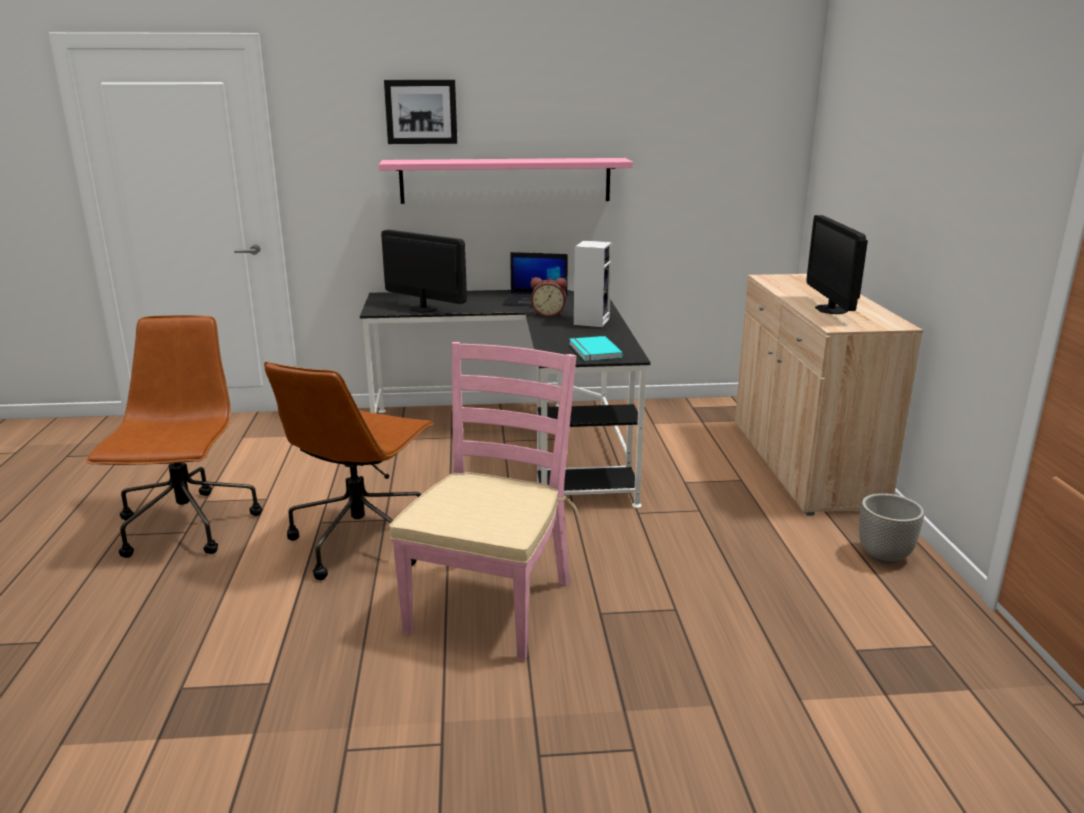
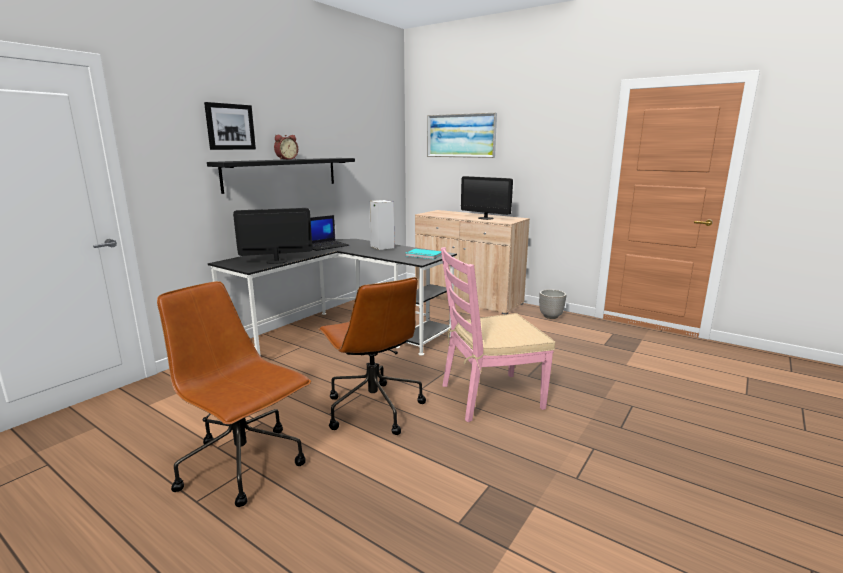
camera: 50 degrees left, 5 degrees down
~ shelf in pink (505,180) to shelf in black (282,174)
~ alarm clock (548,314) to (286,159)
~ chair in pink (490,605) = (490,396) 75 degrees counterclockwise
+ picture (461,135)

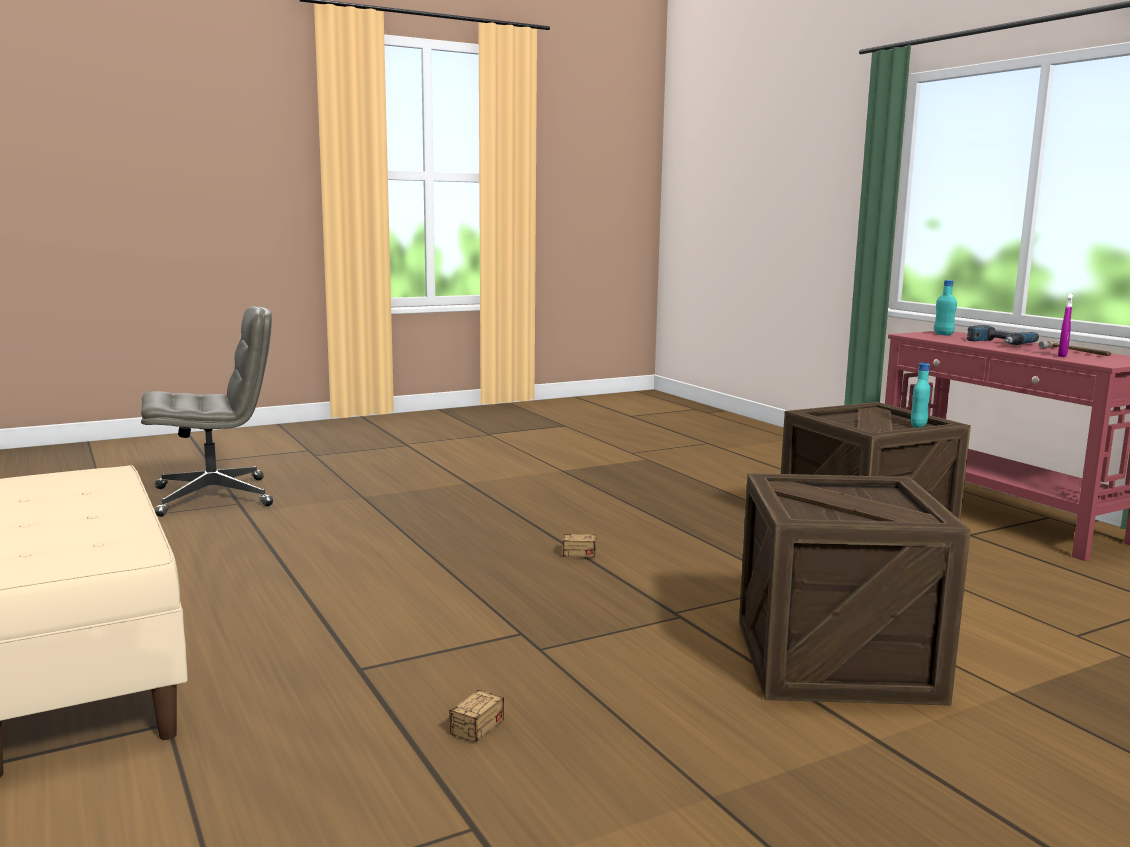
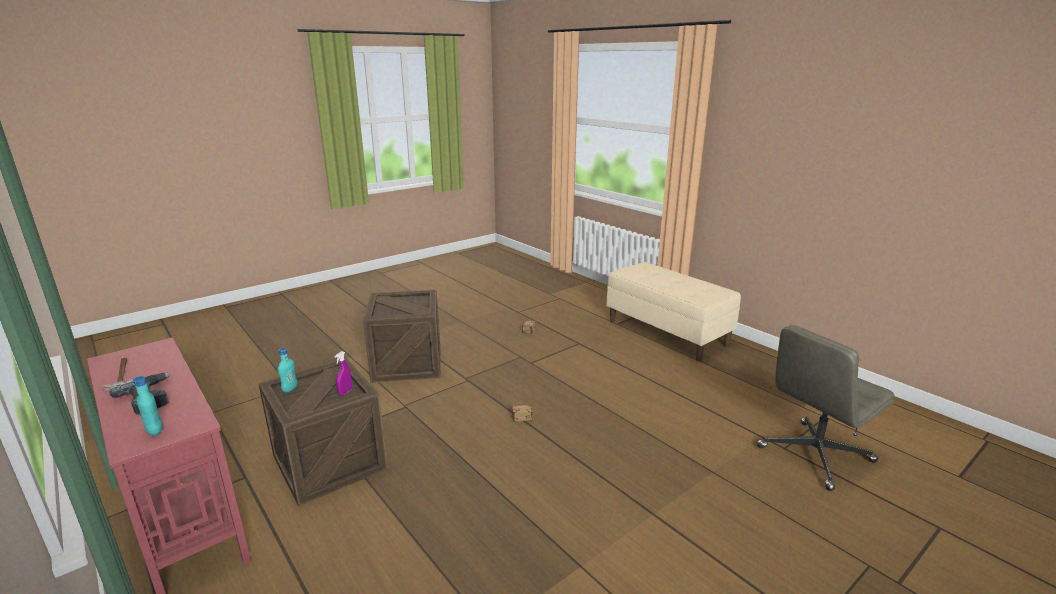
camera: 170 degrees right, 10 degrees up
~ spray bottle in purple (1062,355) to (345,392)

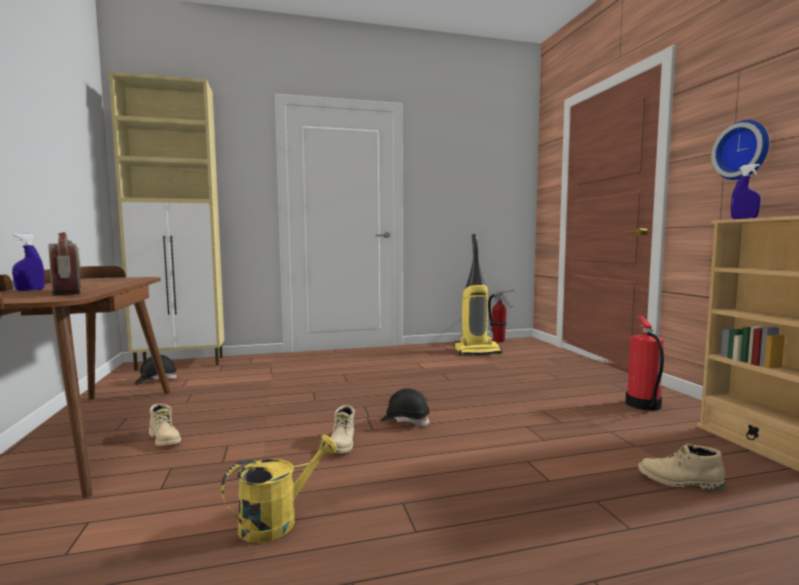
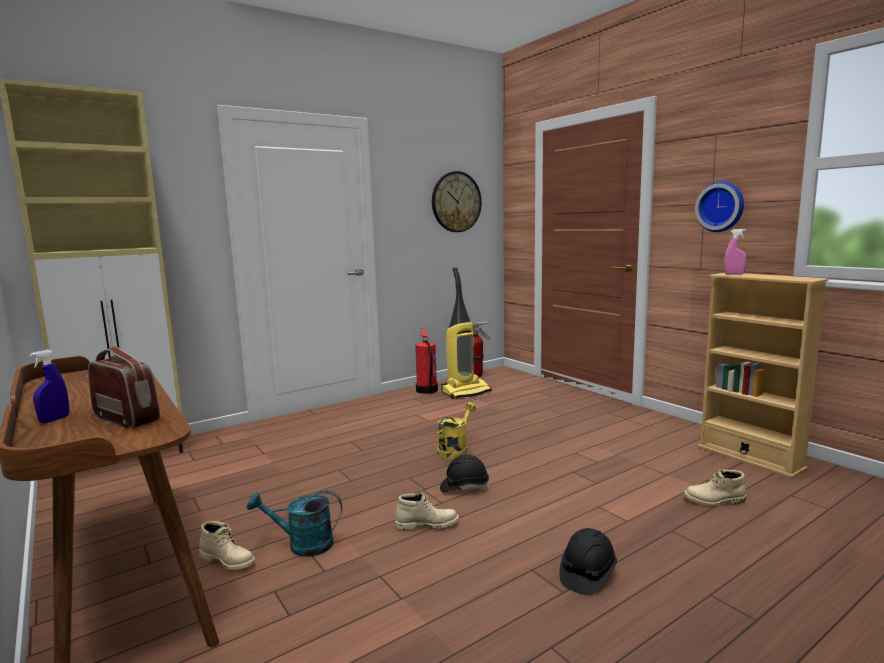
camera: 20 degrees left, 5 degrees up
~ spray bottle in blue (744,218) to spray bottle in pink (734,274)
~ fire extinguisher (643,405) to (426,390)
~ hard hat in black (156,380) to (587,574)
~ boot in beige (343,444) = (427,524) 75 degrees counterclockwise
~ watering can in yellow (278,520) to (455,449)
+ wall clock (456,202)
+ watering can in turquoise (302,545)

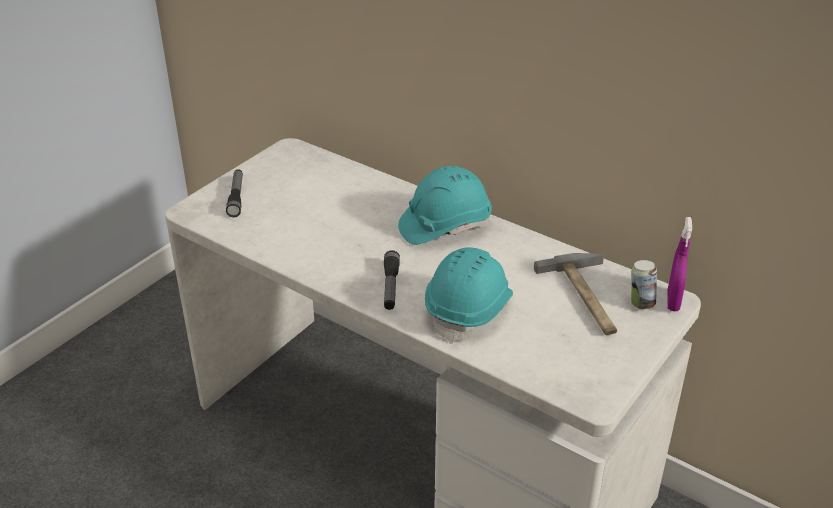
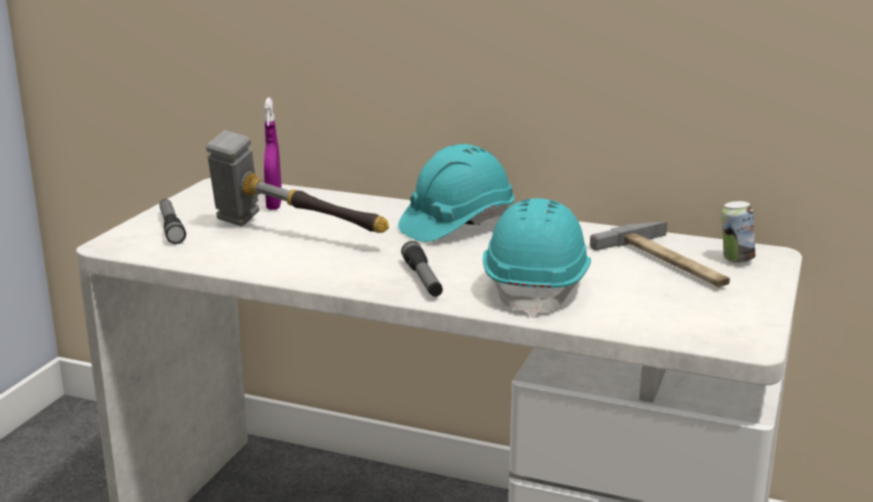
camera: 15 degrees left, 15 degrees down
~ spray bottle in purple (673,301) to (274,205)
+ hammer (293,235)

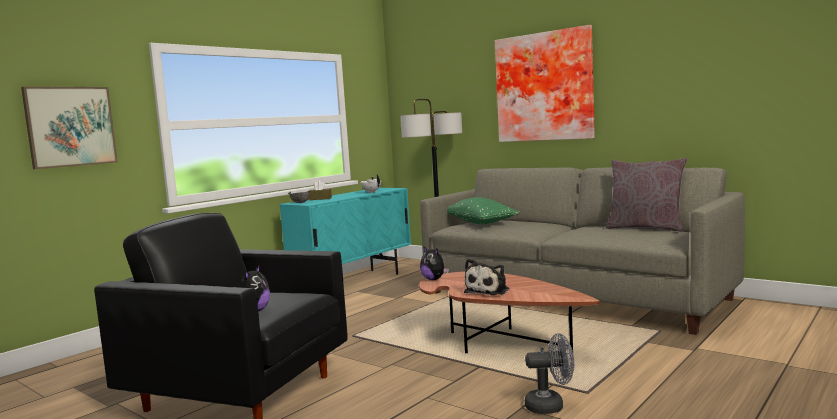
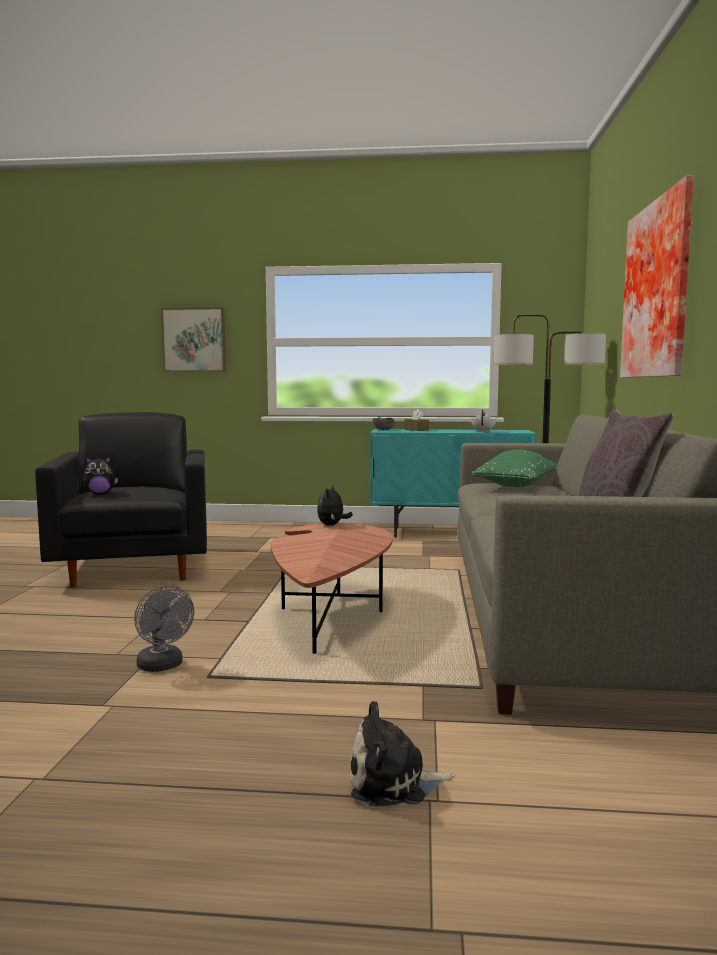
camera: 55 degrees right, 0 degrees up
~ plush toy (488,291) to (393,782)

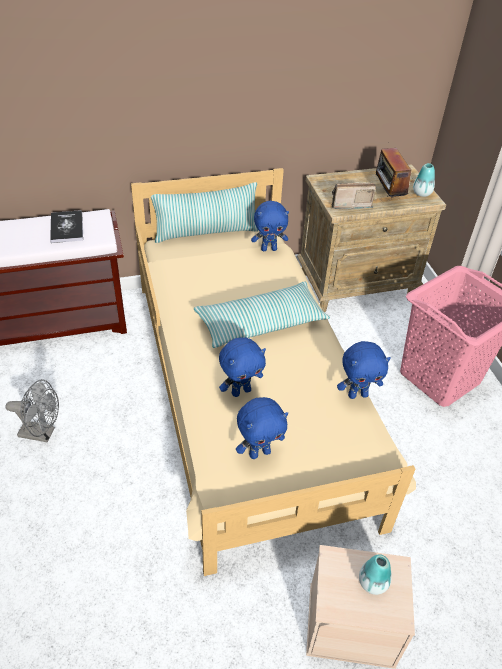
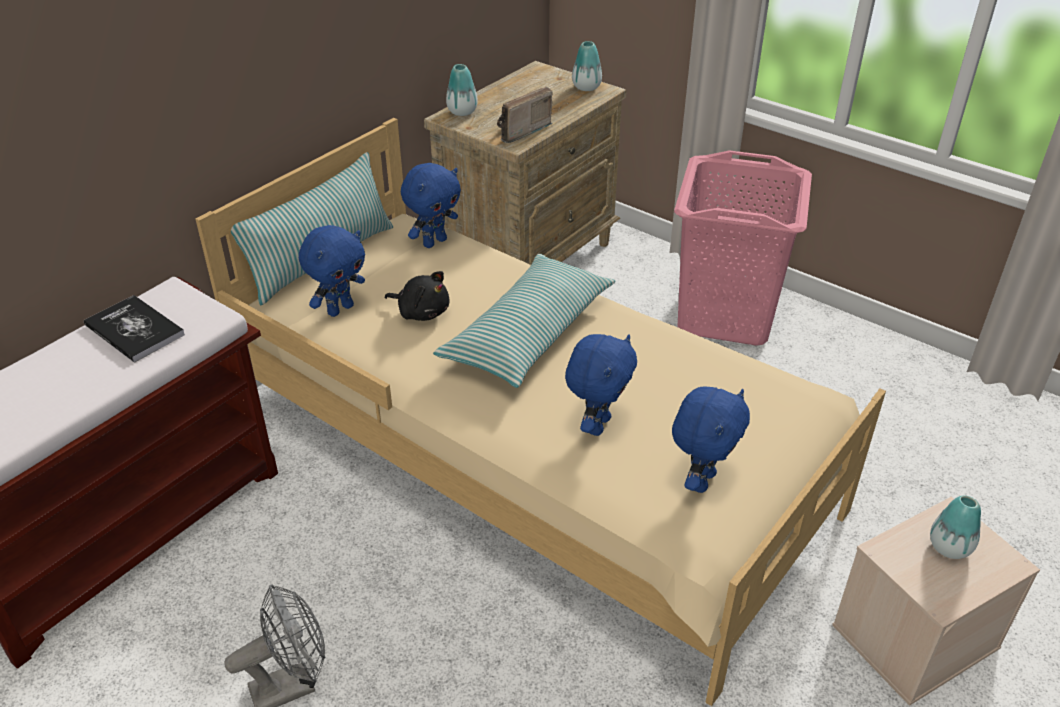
camera: 35 degrees left, 5 degrees down
- radio (387,196)
~ plush toy in blue (358,394) to (340,309)
+ vase (462,112)
+ plush toy in black (421,312)

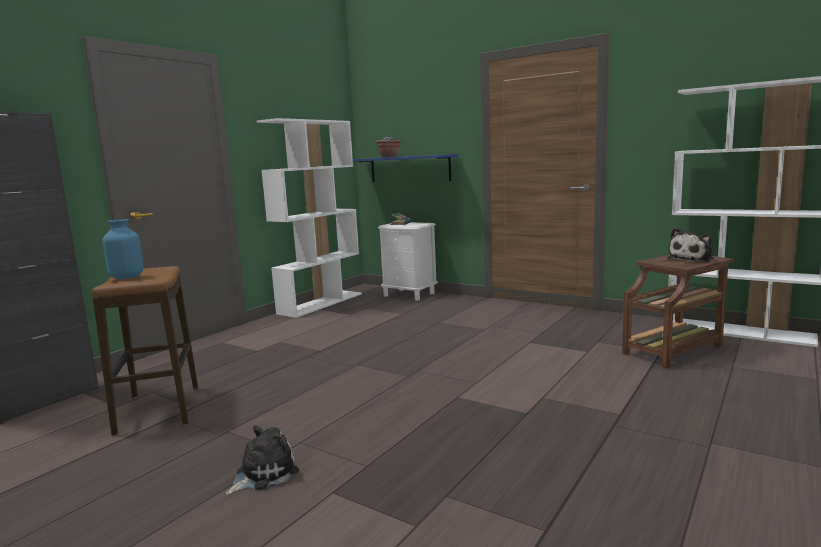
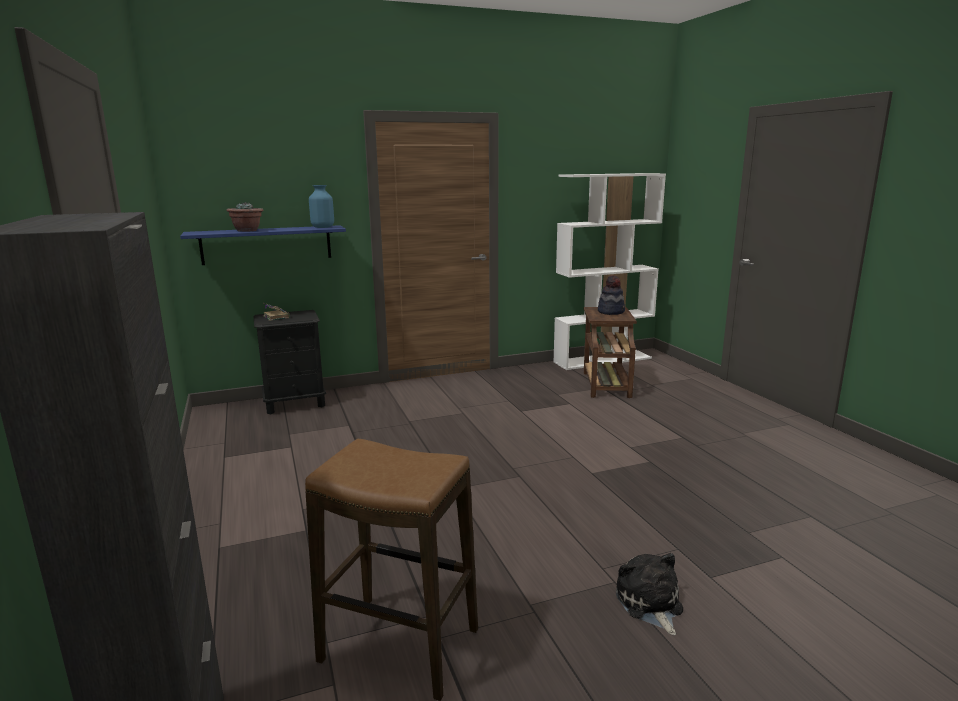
camera: 55 degrees left, 5 degrees up
- bookcase in white (321,303)
~ vase in blue (127,277) to (323,227)
~ nightstand in white (409,294) to nightstand in black (295,403)
~ plush toy (692,259) to hat (611,312)

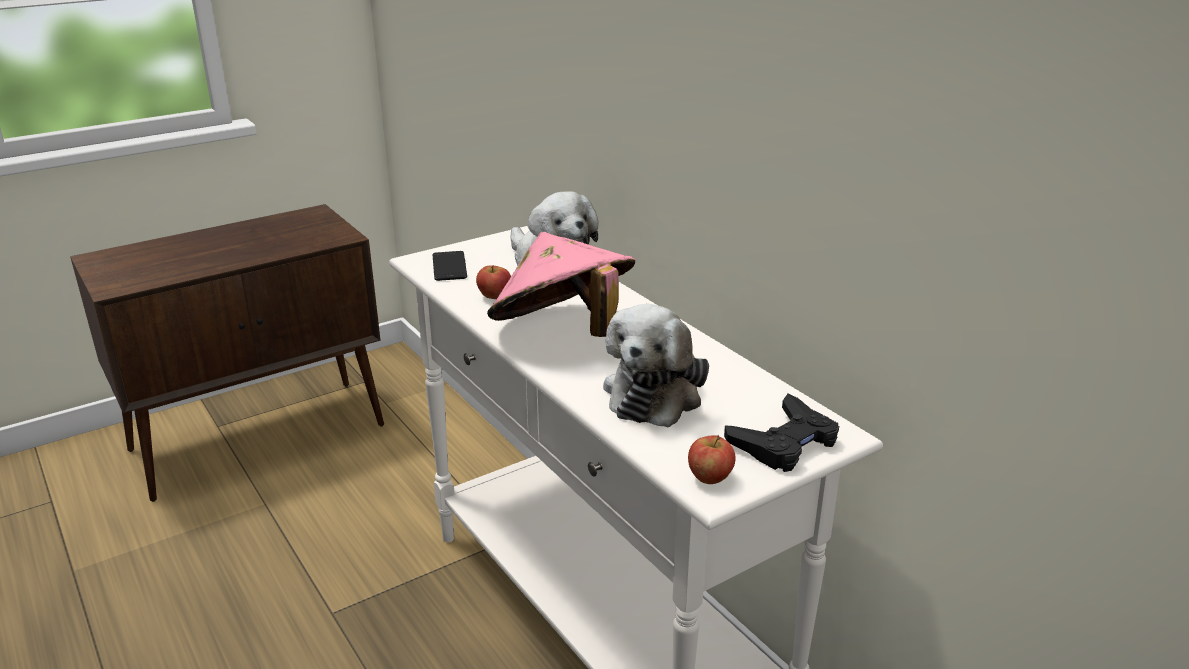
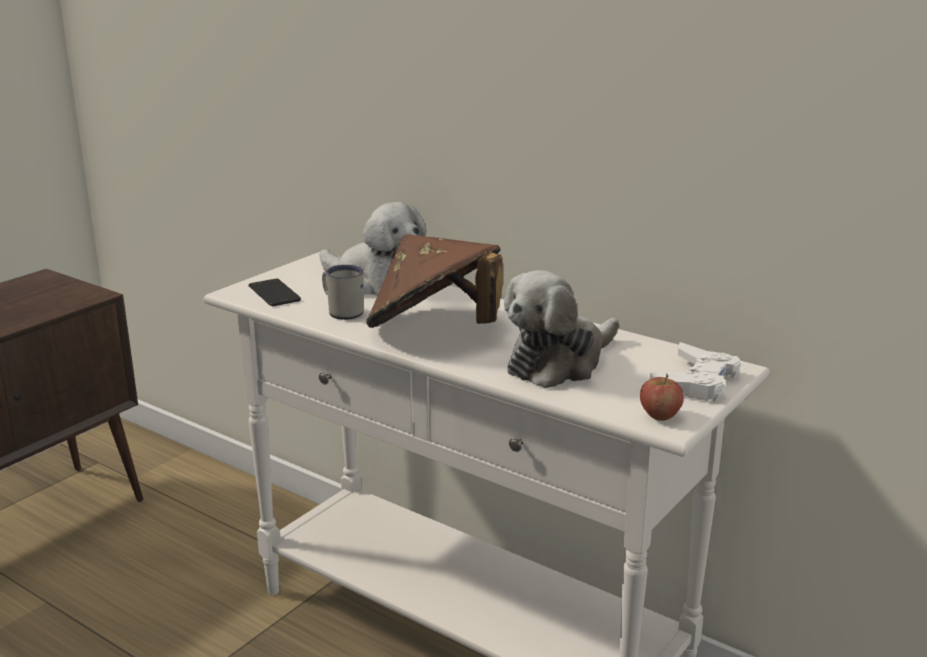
camera: 20 degrees left, 5 degrees down
~ hat in pink (562,333) to hat in brown (434,331)
~ apple (494,296) to mug in white (342,311)
~ plush toy (655,392) = (559,363) 45 degrees clockwise
~ game controller in black (784,442) to game controller in white (697,381)

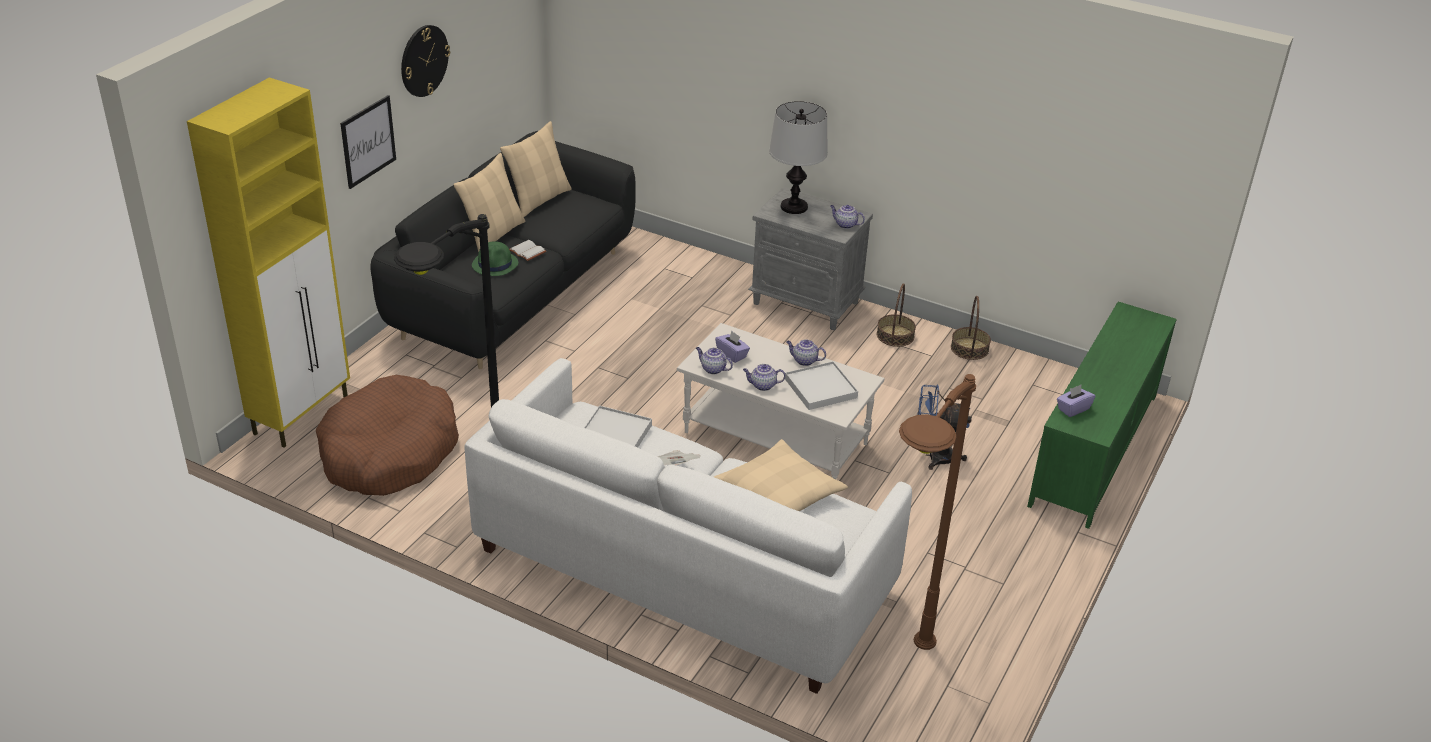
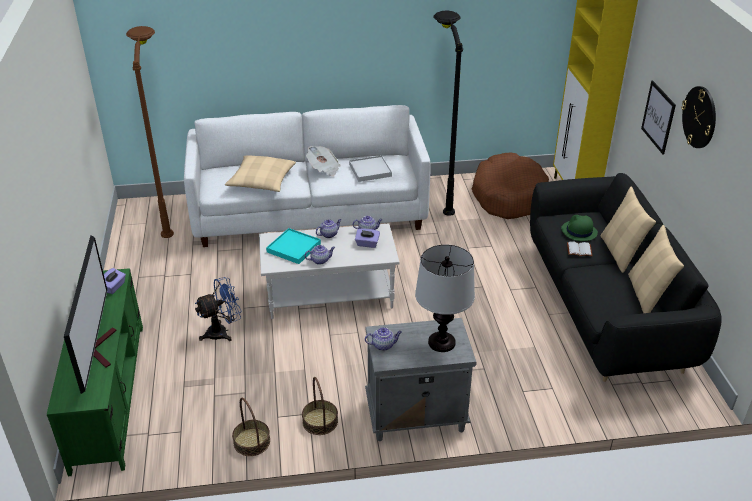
camera: 145 degrees right, 0 degrees up
~ tray in white (820,388) to tray in turquoise (293,248)
+ television (100,347)

